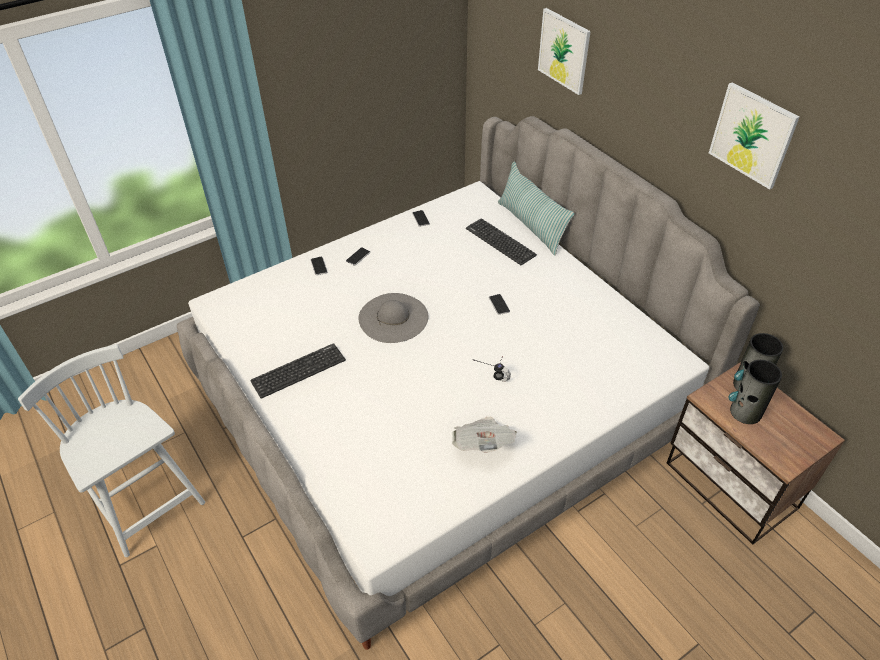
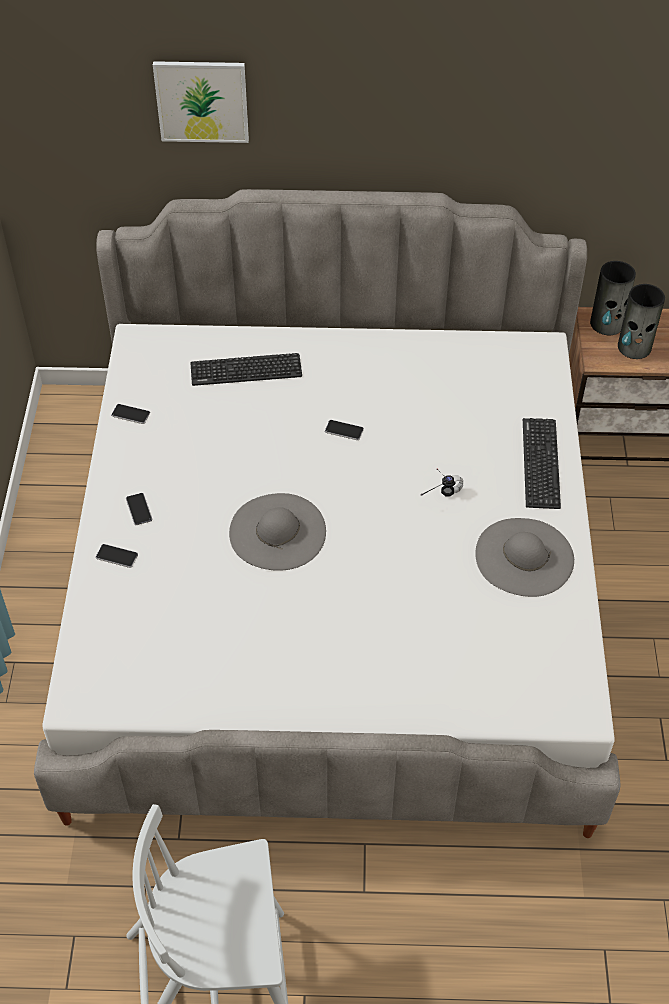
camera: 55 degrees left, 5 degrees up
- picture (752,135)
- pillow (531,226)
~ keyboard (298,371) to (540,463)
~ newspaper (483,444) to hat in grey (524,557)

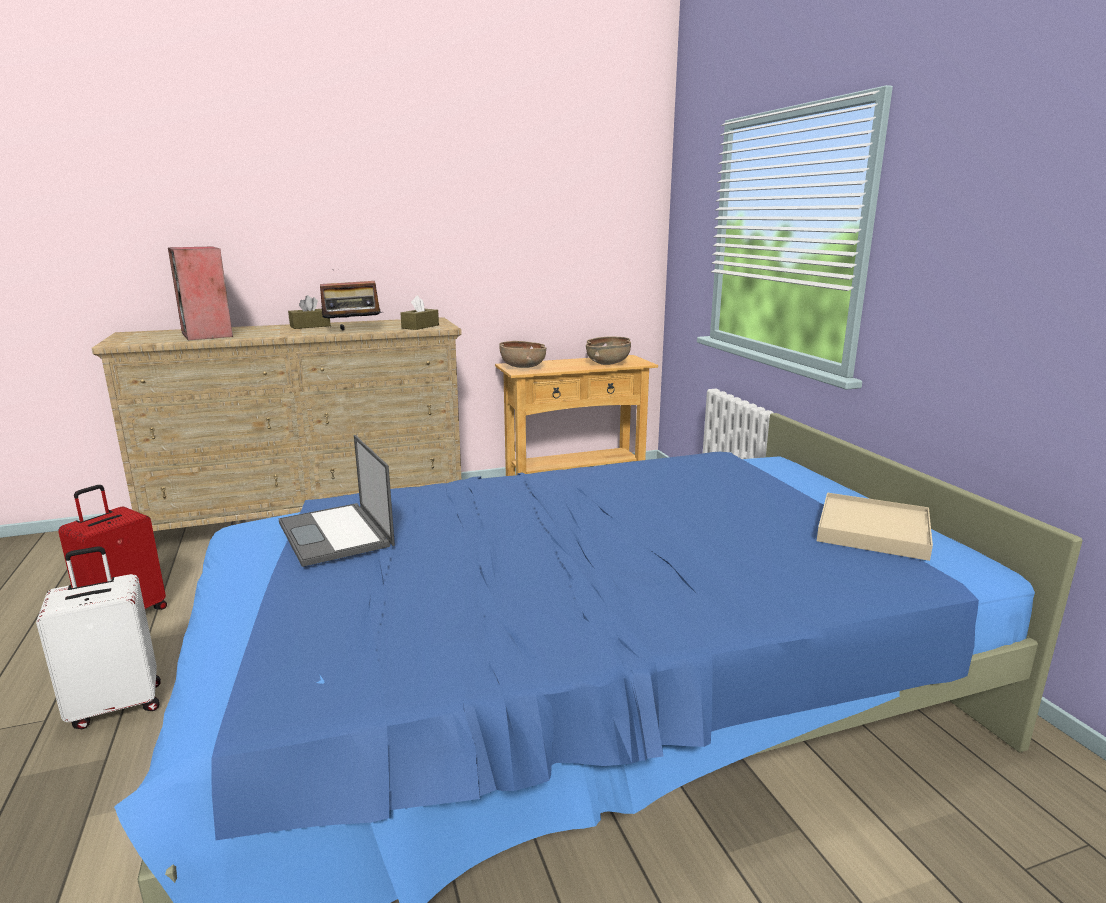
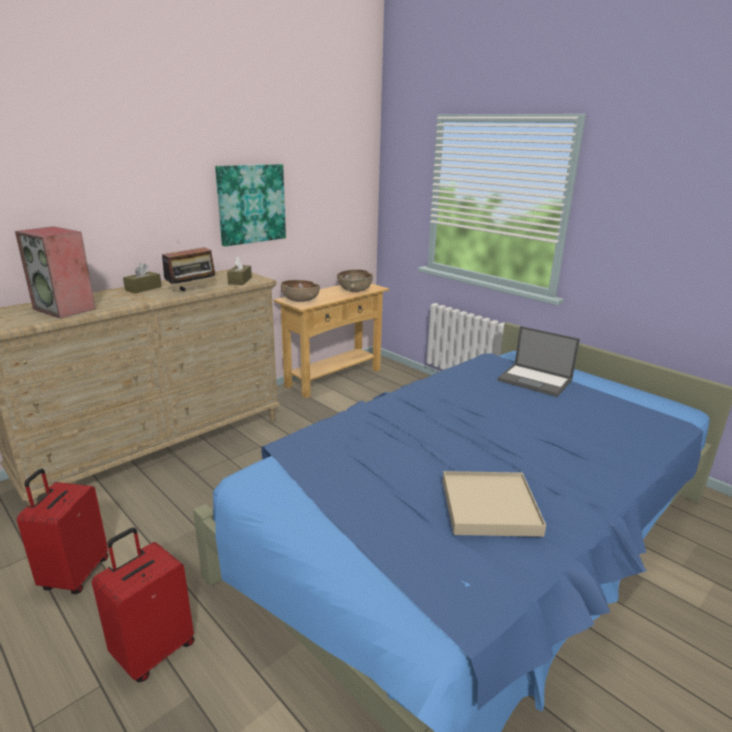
camera: 25 degrees left, 5 degrees up
~ laptop (336,534) to (535,380)
~ tray in beige (873,530) to (490,507)
~ suitcase in white (117,705) to suitcase in red (153,651)
+ picture (251,204)

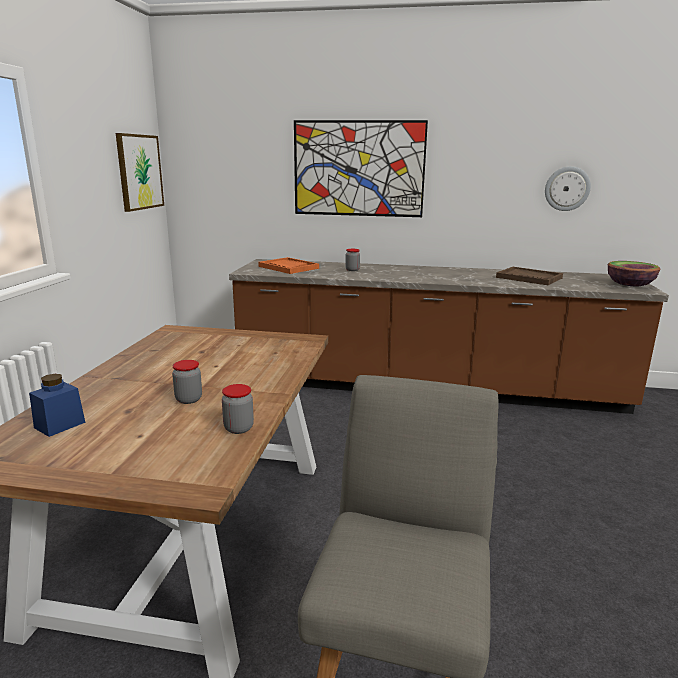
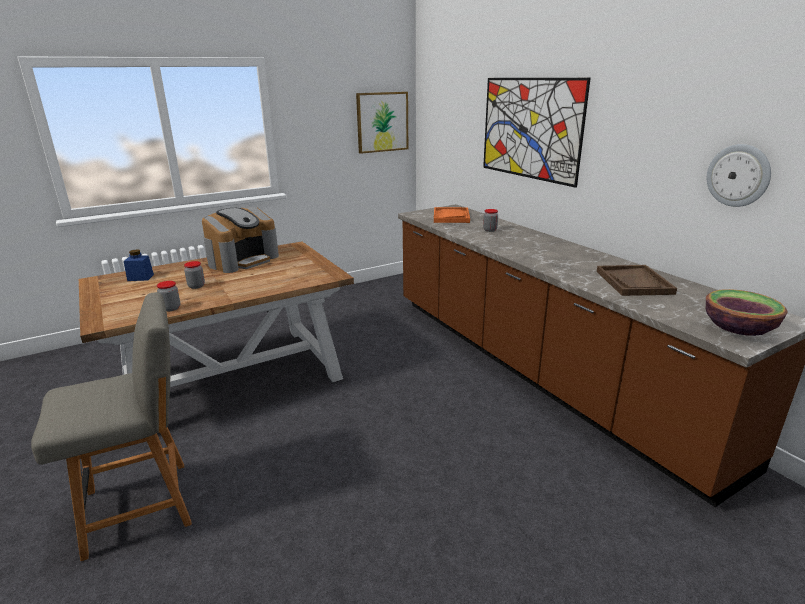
camera: 50 degrees right, 5 degrees up
+ coffee machine (243,260)

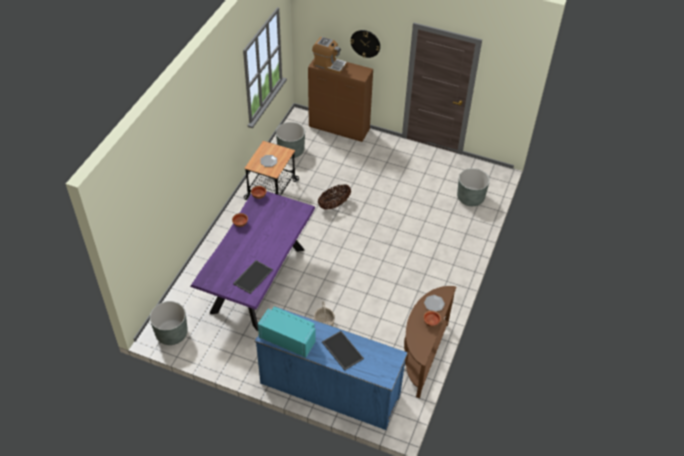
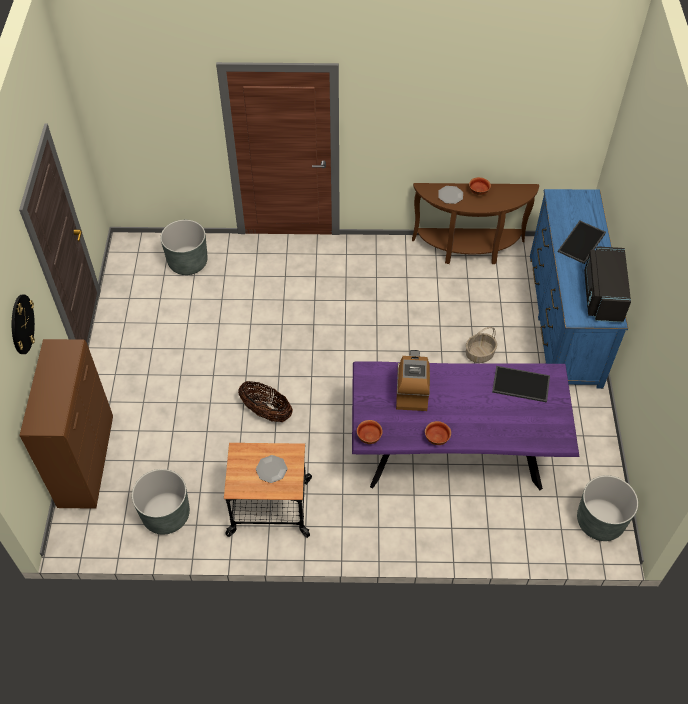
camera: 110 degrees left, 5 degrees up
~ coffee machine (329,65) to (412,389)
~ microwave in turquoise (288,339) to microwave in black (602,295)

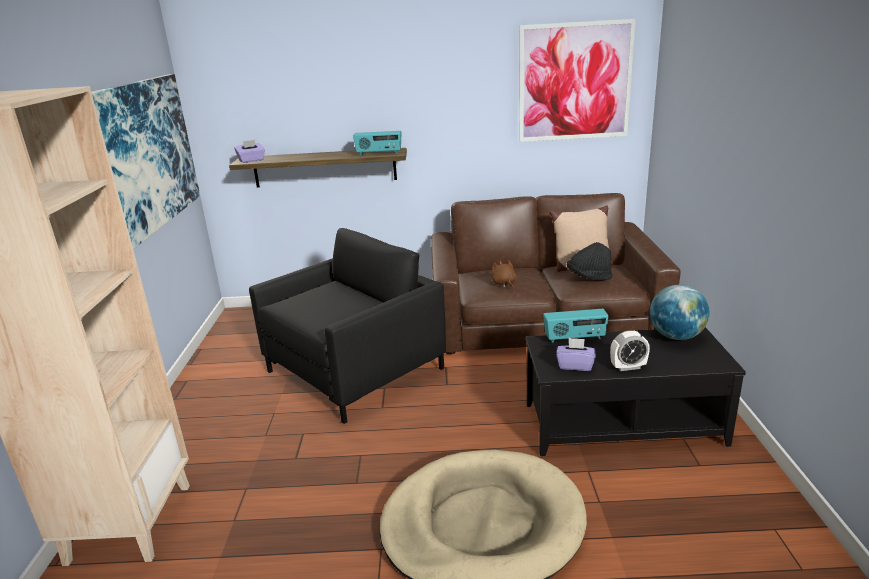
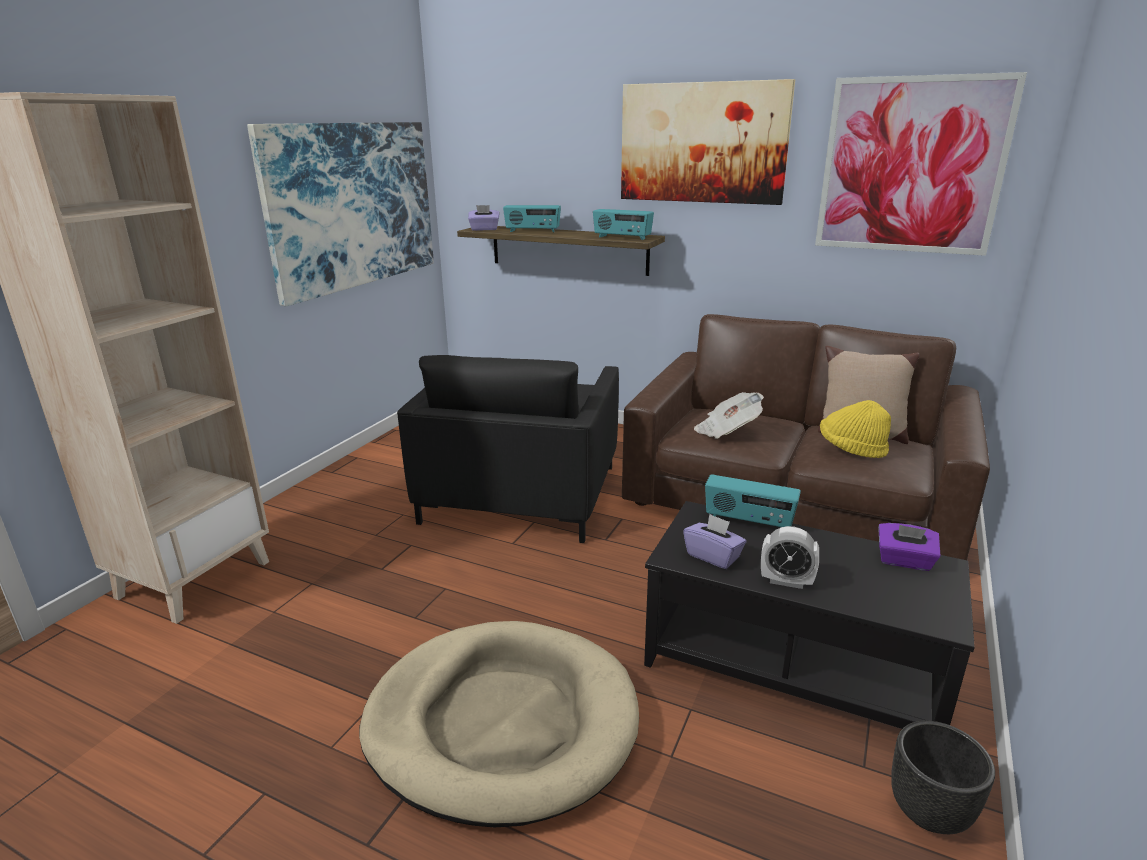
camera: 25 degrees right, 0 degrees up
~ armchair in black (355,370) = (520,493) 120 degrees clockwise
~ hat in black (589,277) to hat in yellow (851,449)
~ plush toy in brown (504,284) to newspaper (727,431)
~ globe (676,336) to tissue box in purple (904,561)
+ picture (702,143)
+ radio (532,231)
+ planter in black (930,812)

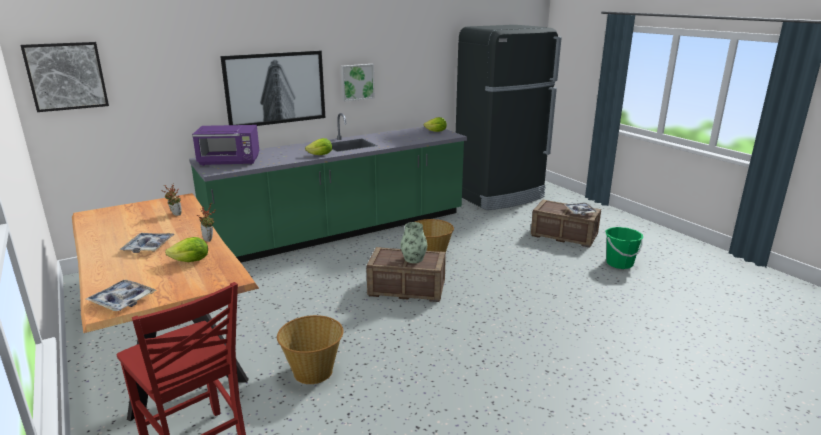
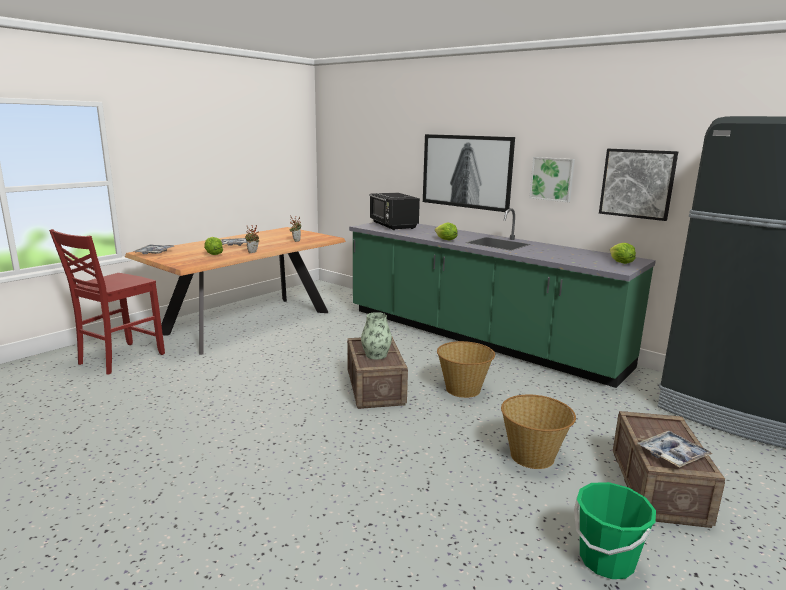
camera: 70 degrees right, 5 degrees down
~ picture (66,76) to (637,183)
~ microwave in purple (230,161) to microwave in black (393,226)
~ basket (313,371) to (533,456)

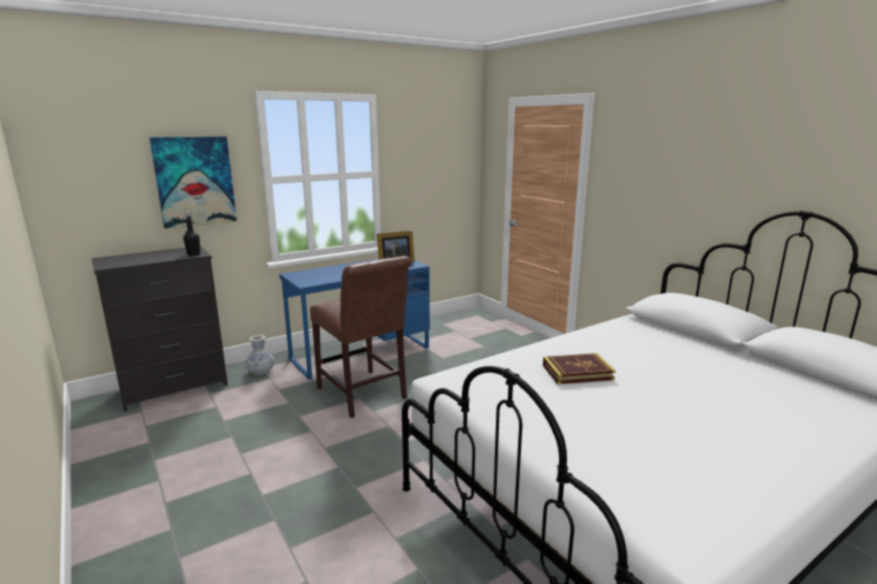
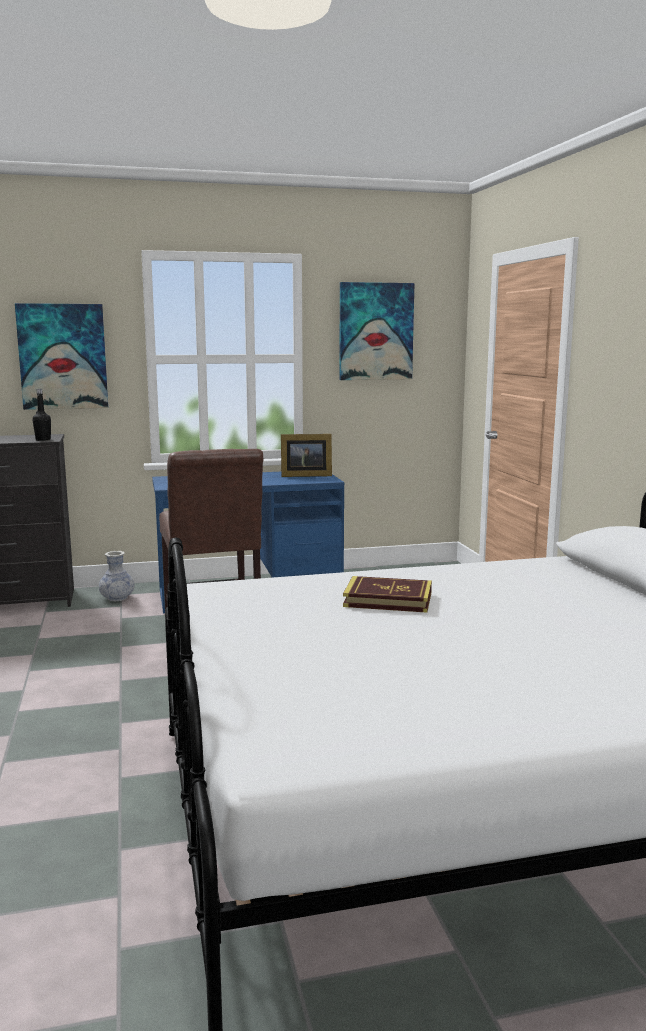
camera: 20 degrees right, 5 degrees down
+ picture (375,331)

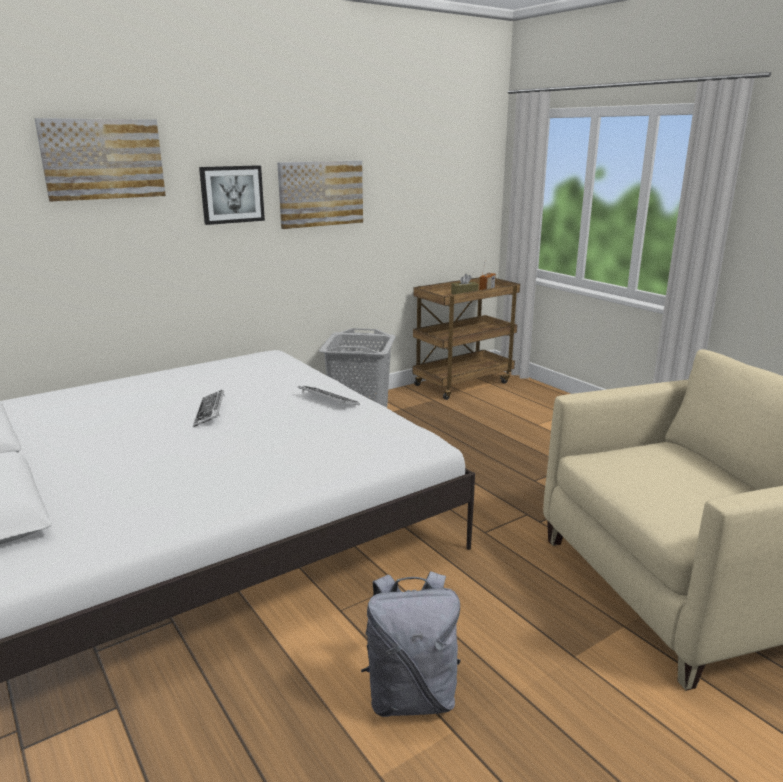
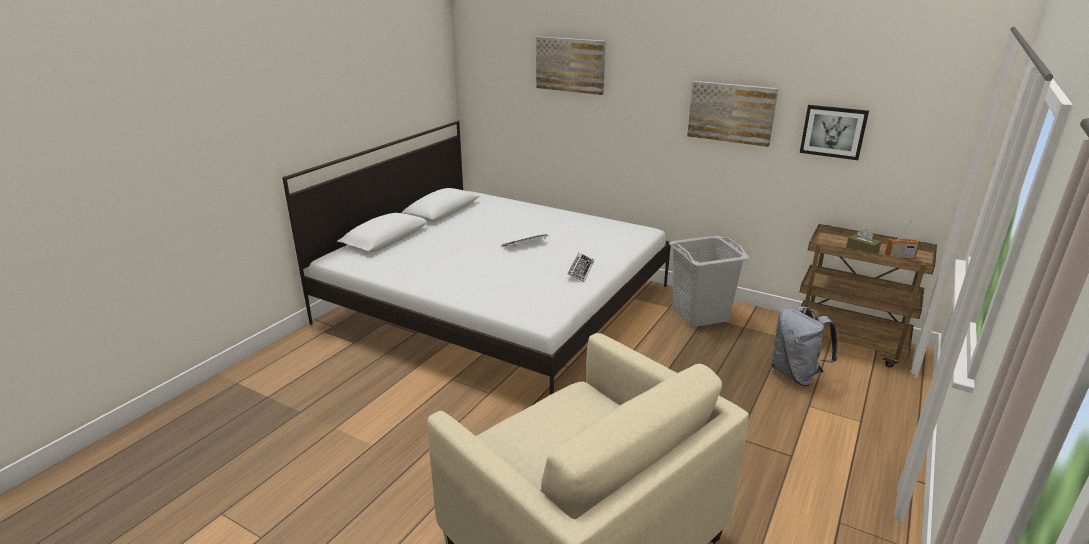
camera: 65 degrees right, 5 degrees up
~ picture (232,194) to (833,131)
~ backpack in grey (411,696) to (796,375)

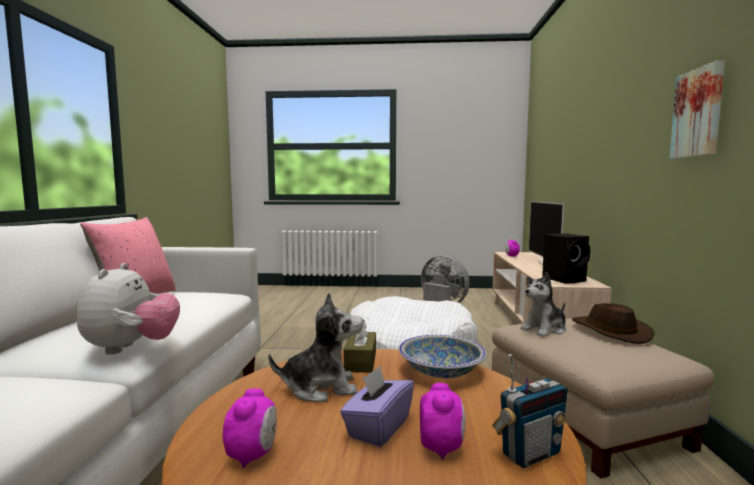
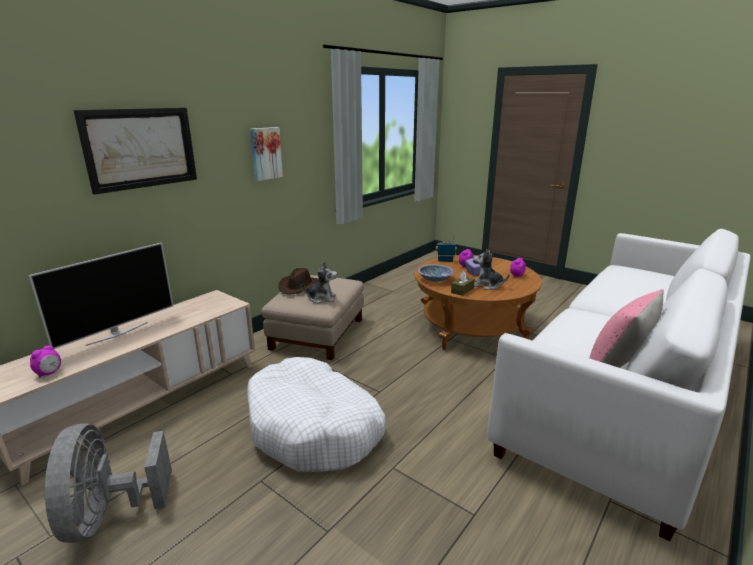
camera: 145 degrees left, 15 degrees up
- speaker in black (565,279)
- plush toy (132,348)
+ picture (140,148)

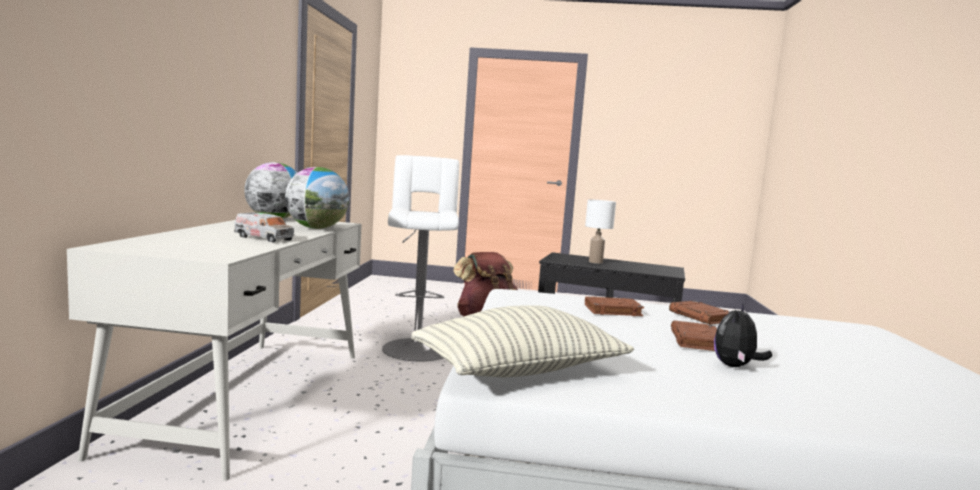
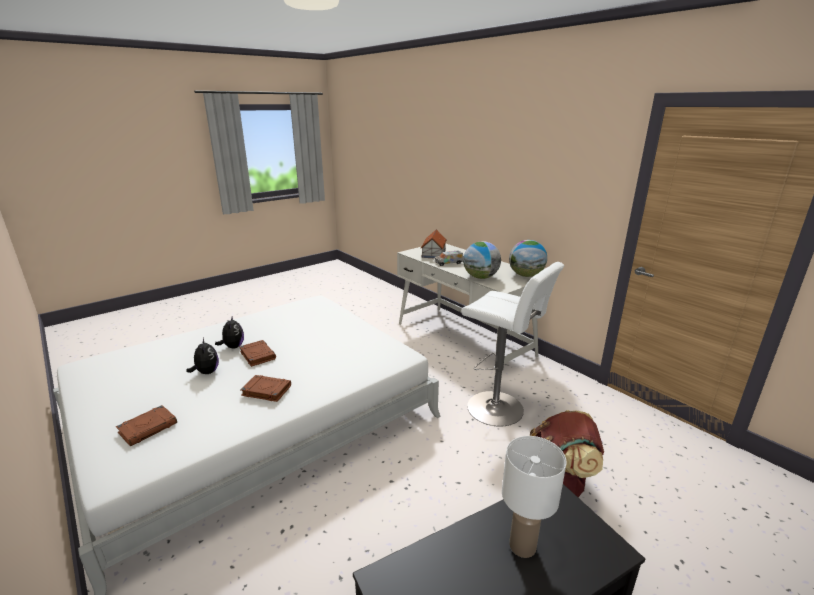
camera: 135 degrees right, 15 degrees up
~ book in brown (612,310) to (148,428)
- pillow (520,370)
+ toy house (433,253)
+ plush toy (206,372)

